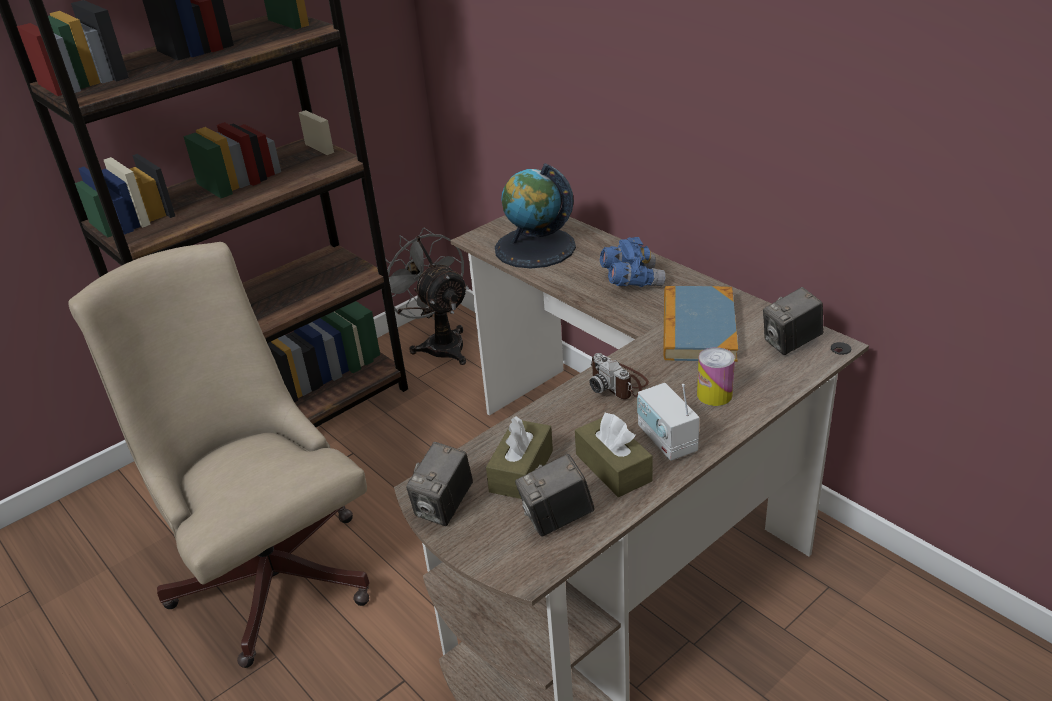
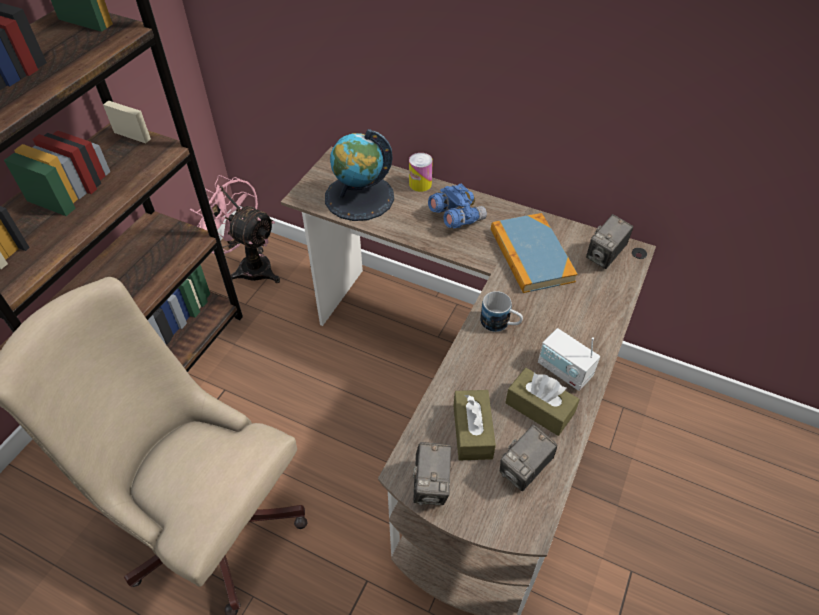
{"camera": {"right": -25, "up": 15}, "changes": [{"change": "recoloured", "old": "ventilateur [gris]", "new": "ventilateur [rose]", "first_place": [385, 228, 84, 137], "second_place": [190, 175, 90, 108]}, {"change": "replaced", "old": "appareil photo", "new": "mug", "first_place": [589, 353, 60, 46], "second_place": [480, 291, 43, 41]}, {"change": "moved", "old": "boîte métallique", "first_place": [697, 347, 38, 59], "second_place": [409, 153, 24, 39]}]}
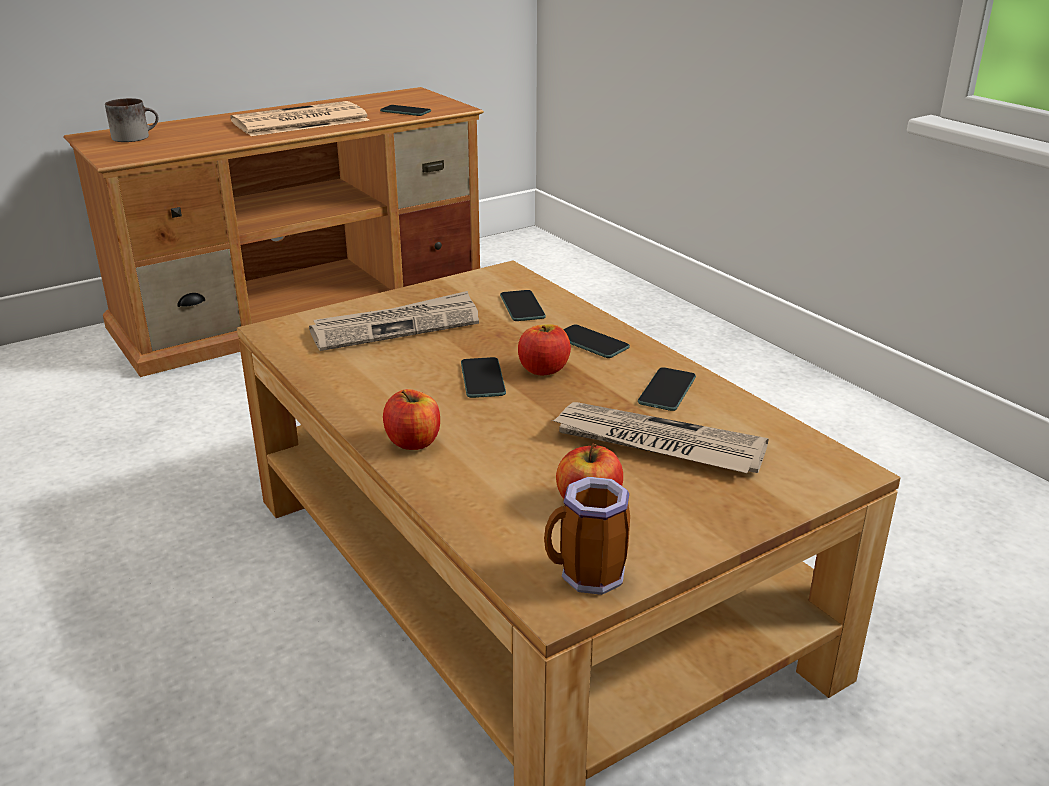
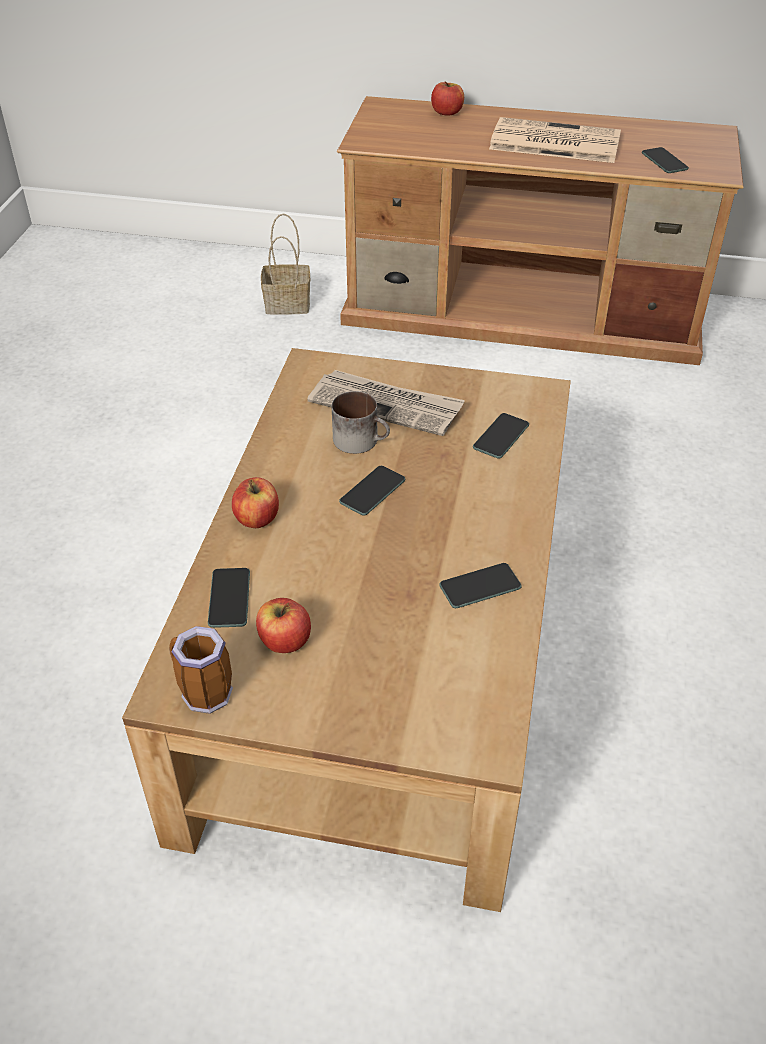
{"camera": {"right": 45, "up": 15}, "changes": [{"change": "moved", "old": "mug", "first_place": [105, 98, 54, 44], "second_place": [332, 391, 58, 63]}, {"change": "moved", "old": "pomme", "first_place": [518, 324, 53, 51], "second_place": [431, 81, 33, 34]}, {"change": "removed", "old": "journal", "first_place": [552, 402, 216, 71]}, {"change": "moved", "old": "téléphone", "first_place": [563, 325, 67, 33], "second_place": [208, 568, 42, 60]}, {"change": "added", "new": "panier", "second_place": [261, 214, 49, 101]}]}
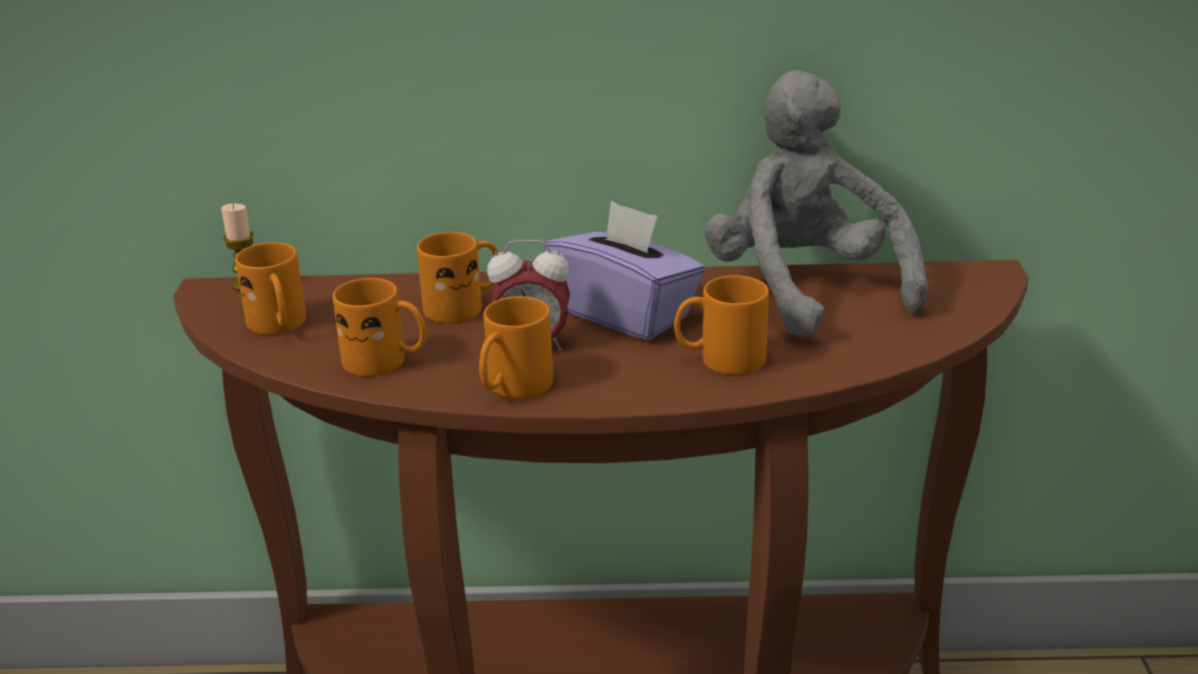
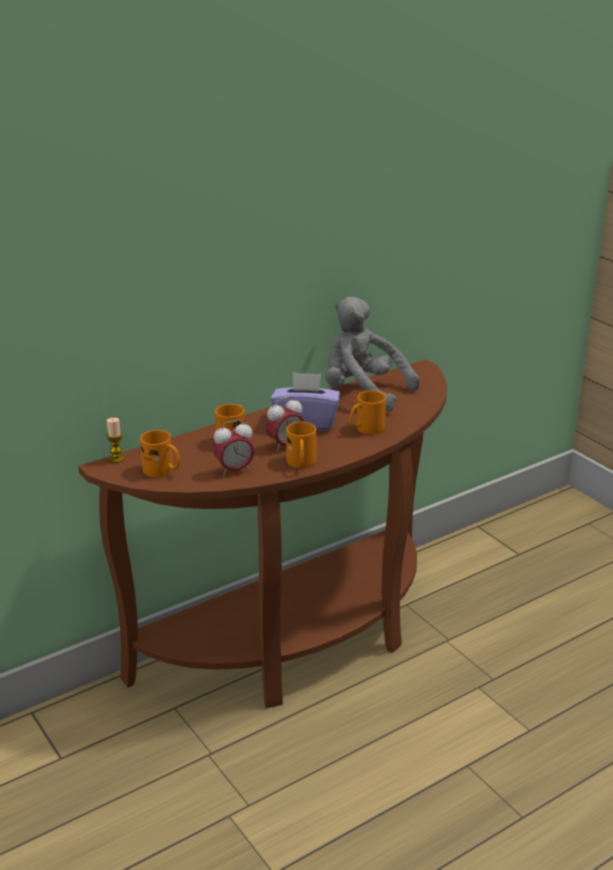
{"camera": {"right": -35, "up": 0}, "changes": [{"change": "replaced", "old": "mug [orange]", "new": "réveil", "first_place": [333, 278, 93, 98], "second_place": [213, 420, 42, 56]}]}
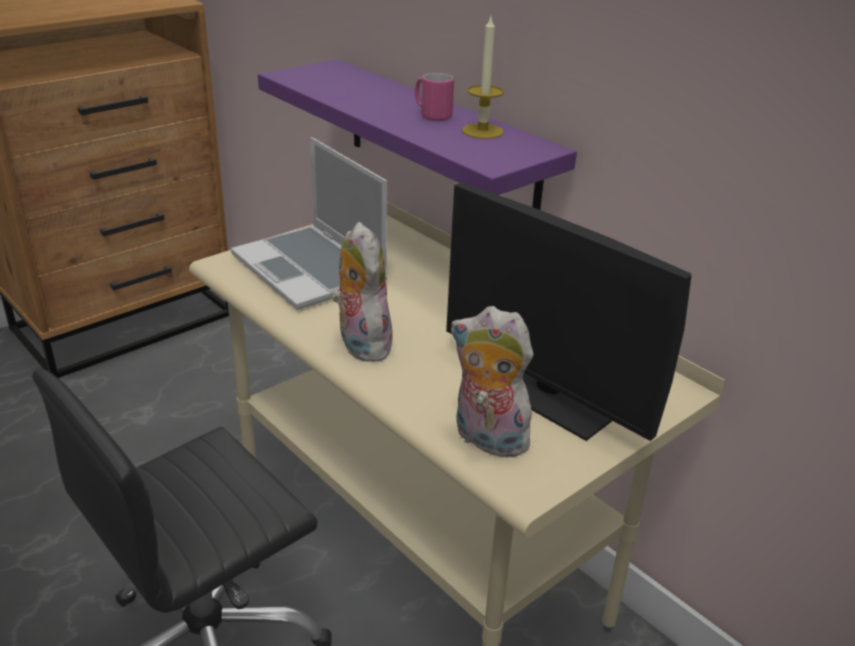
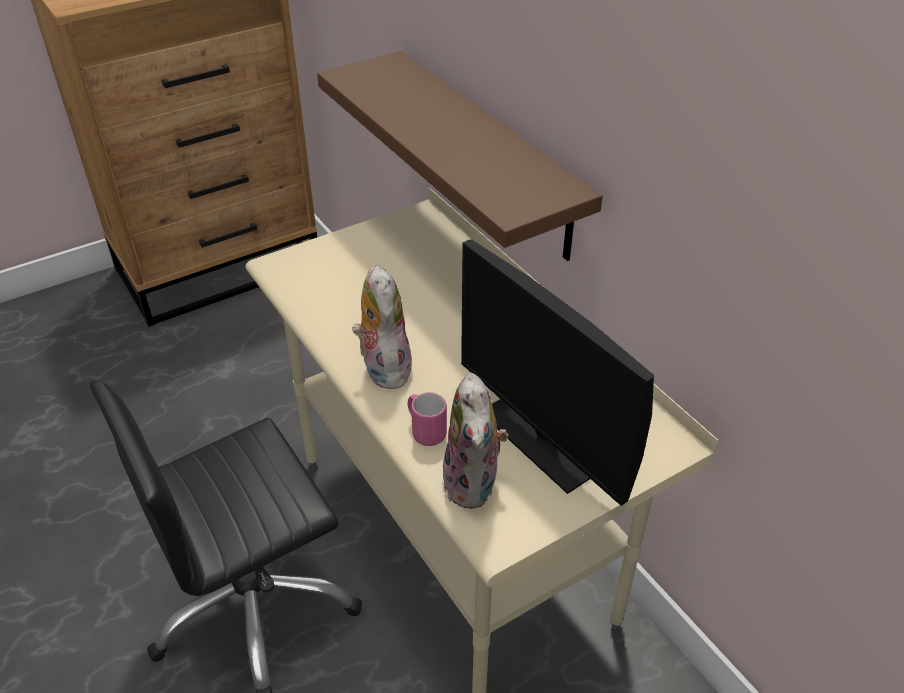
{"camera": {"right": 10, "up": 10}, "changes": [{"change": "removed", "old": "ordinateur portable", "first_place": [231, 137, 156, 173]}, {"change": "recoloured", "old": "étagère [violet]", "new": "étagère [marron]", "first_place": [258, 59, 319, 151], "second_place": [317, 51, 286, 210]}, {"change": "moved", "old": "mug [rose]", "first_place": [415, 73, 39, 48], "second_place": [408, 392, 39, 54]}, {"change": "turned", "old": "peluche", "first_place": [450, 306, 86, 151], "second_place": [442, 373, 67, 136], "degrees": -135}, {"change": "removed", "old": "bougie", "first_place": [462, 17, 42, 122]}]}
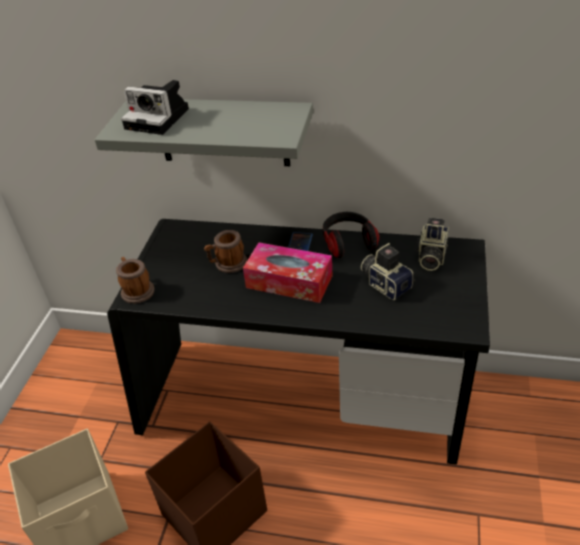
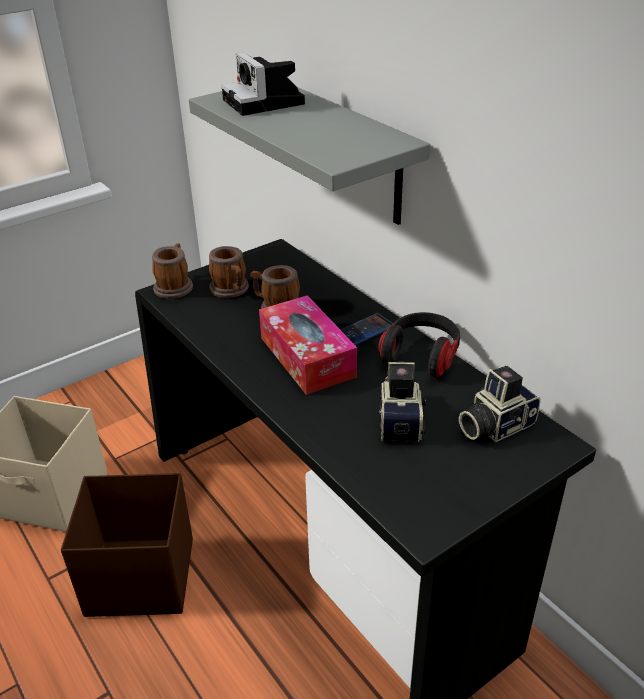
{"camera": {"right": 40, "up": -5}, "changes": [{"change": "added", "new": "mug", "second_place": [209, 246, 40, 52]}]}
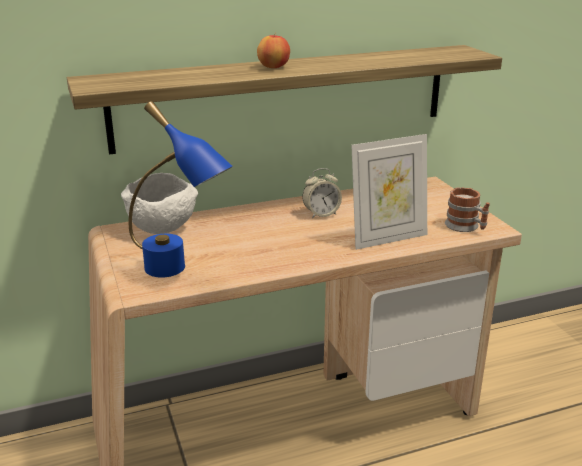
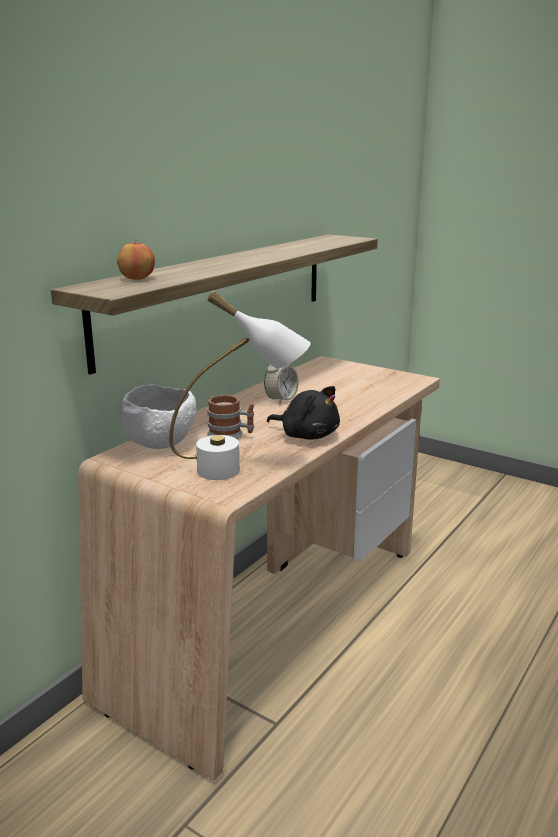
{"camera": {"right": -35, "up": -5}, "changes": [{"change": "recoloured", "old": "lampe de table [bleu]", "new": "lampe de table [blanc]", "first_place": [129, 101, 104, 177], "second_place": [169, 291, 142, 189]}, {"change": "moved", "old": "pomme", "first_place": [257, 33, 33, 35], "second_place": [117, 241, 38, 39]}, {"change": "removed", "old": "cadre photo", "first_place": [351, 134, 76, 116]}, {"change": "moved", "old": "mug", "first_place": [445, 187, 45, 45], "second_place": [207, 395, 47, 44]}, {"change": "added", "new": "peluche [noir]", "second_place": [267, 386, 73, 54]}]}
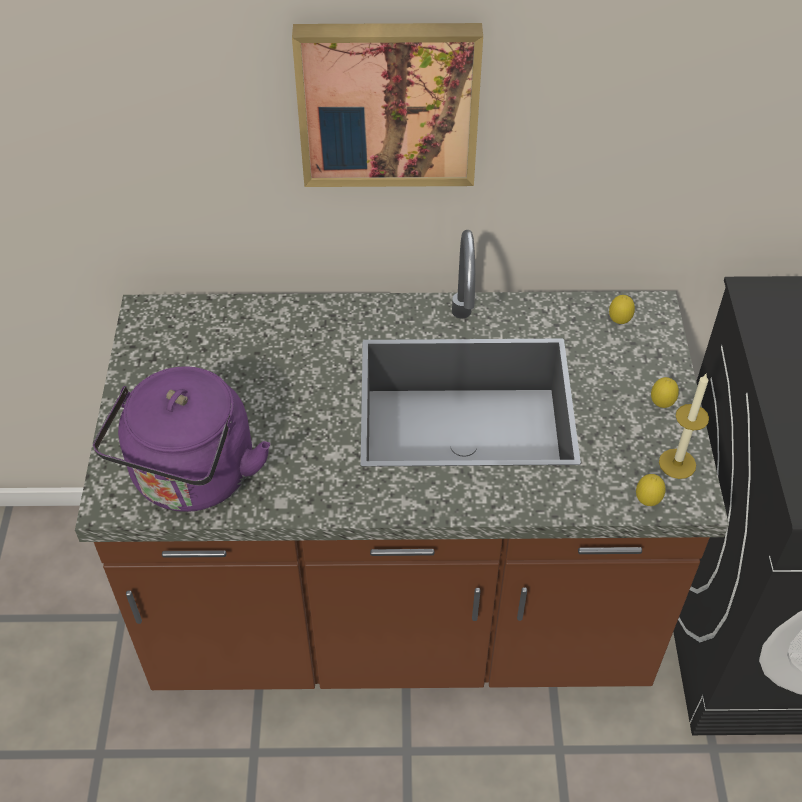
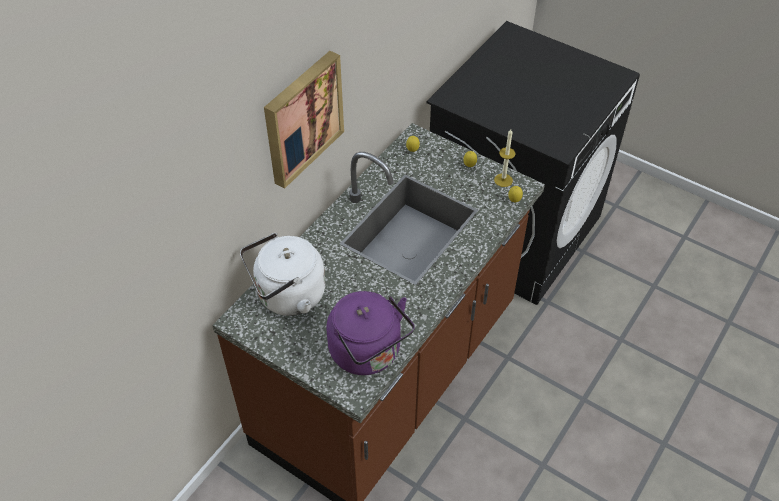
{"camera": {"right": -55, "up": 0}, "changes": [{"change": "added", "new": "bouilloire [blanc]", "second_place": [240, 233, 85, 83]}]}
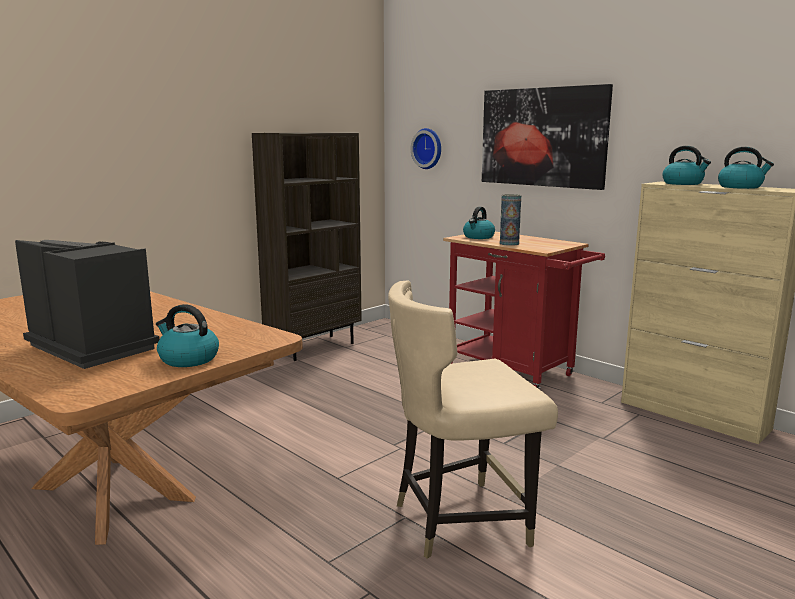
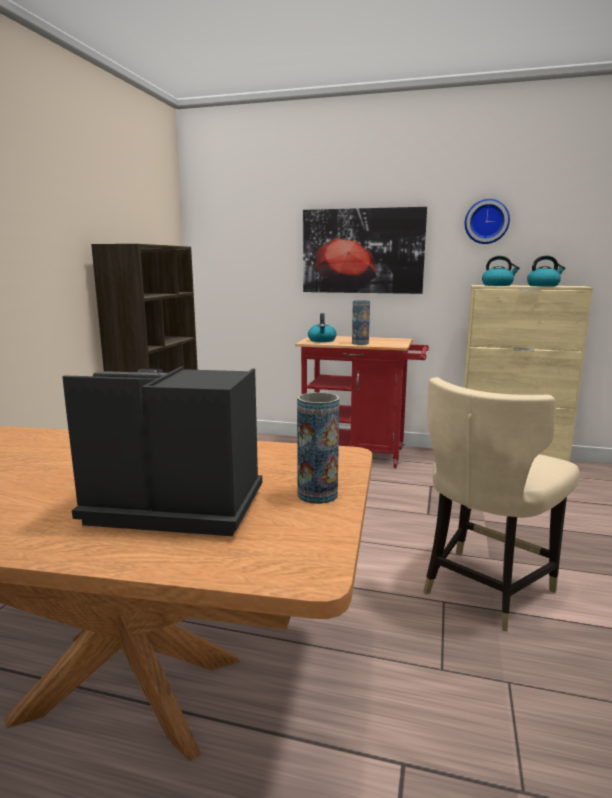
{"camera": {"right": -30, "up": 0}, "changes": [{"change": "replaced", "old": "bouilloire", "new": "vase", "first_place": [156, 304, 63, 63], "second_place": [297, 392, 42, 112]}, {"change": "moved", "old": "horloge murale", "first_place": [411, 128, 30, 41], "second_place": [465, 199, 45, 45]}]}
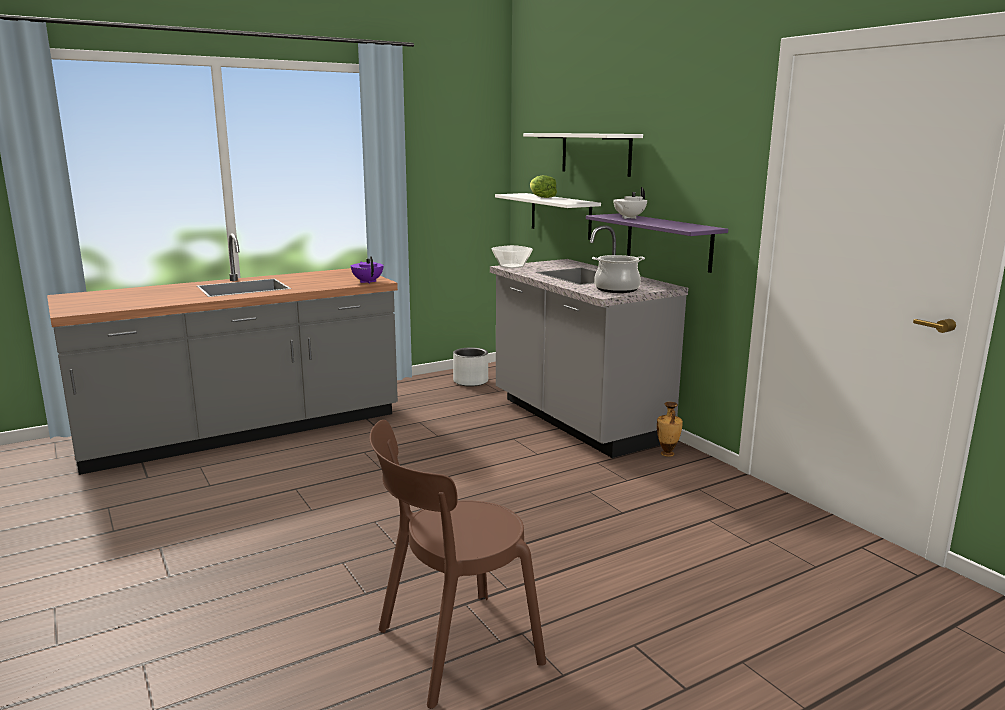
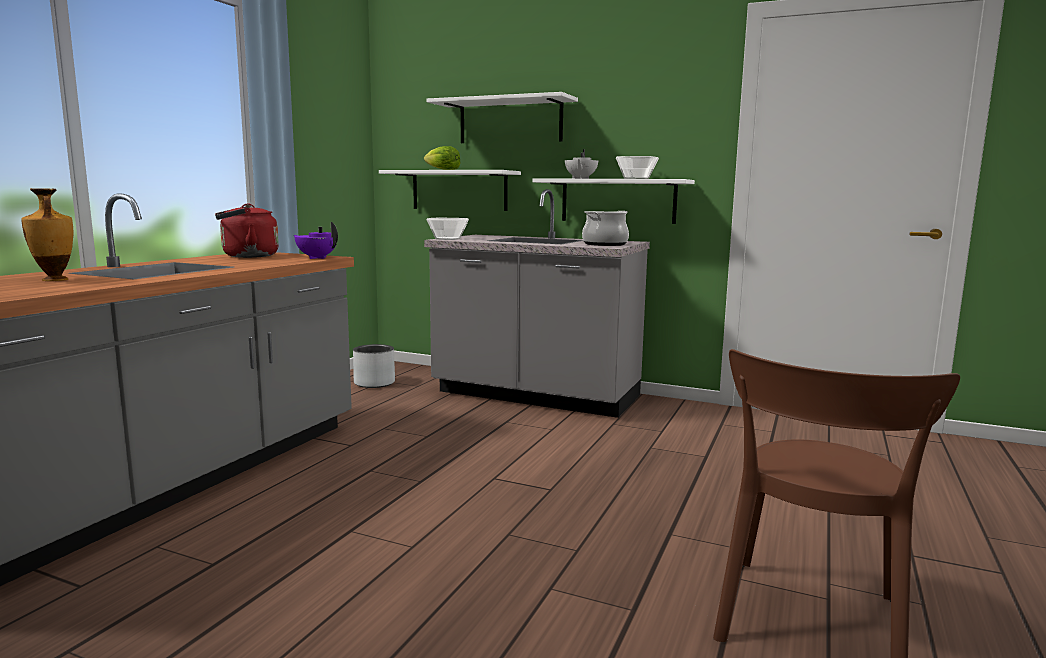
{"camera": {"right": -35, "up": -5}, "changes": [{"change": "recoloured", "old": "étagère [violet]", "new": "étagère [blanc]", "first_place": [586, 213, 142, 60], "second_place": [533, 178, 162, 46]}, {"change": "moved", "old": "vase", "first_place": [657, 402, 26, 55], "second_place": [21, 188, 52, 93]}, {"change": "added", "new": "bouilloire [rouge]", "second_place": [215, 204, 64, 54]}, {"change": "added", "new": "bol", "second_place": [616, 156, 43, 23]}]}
